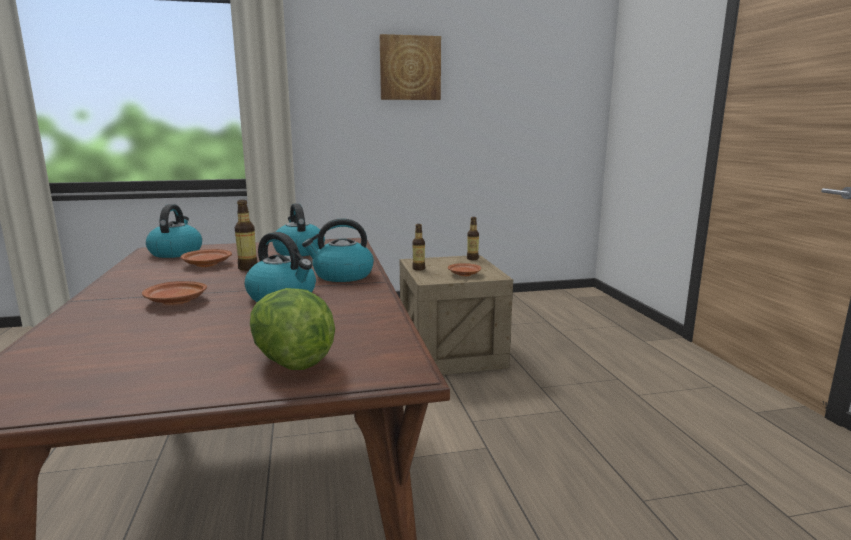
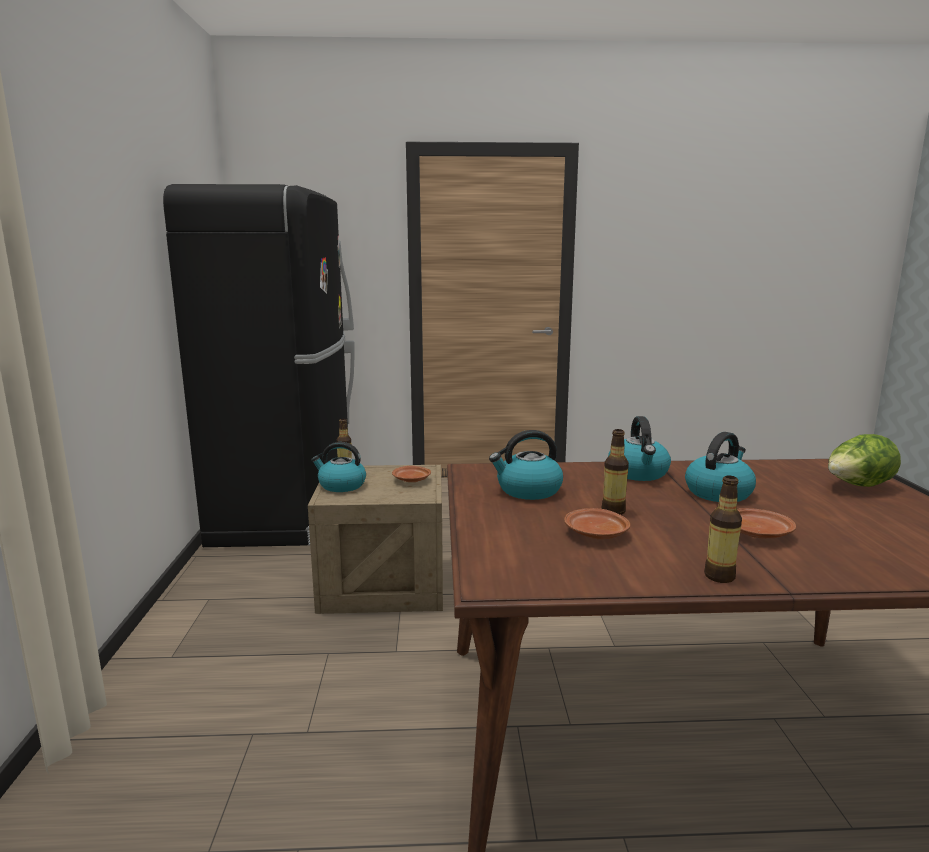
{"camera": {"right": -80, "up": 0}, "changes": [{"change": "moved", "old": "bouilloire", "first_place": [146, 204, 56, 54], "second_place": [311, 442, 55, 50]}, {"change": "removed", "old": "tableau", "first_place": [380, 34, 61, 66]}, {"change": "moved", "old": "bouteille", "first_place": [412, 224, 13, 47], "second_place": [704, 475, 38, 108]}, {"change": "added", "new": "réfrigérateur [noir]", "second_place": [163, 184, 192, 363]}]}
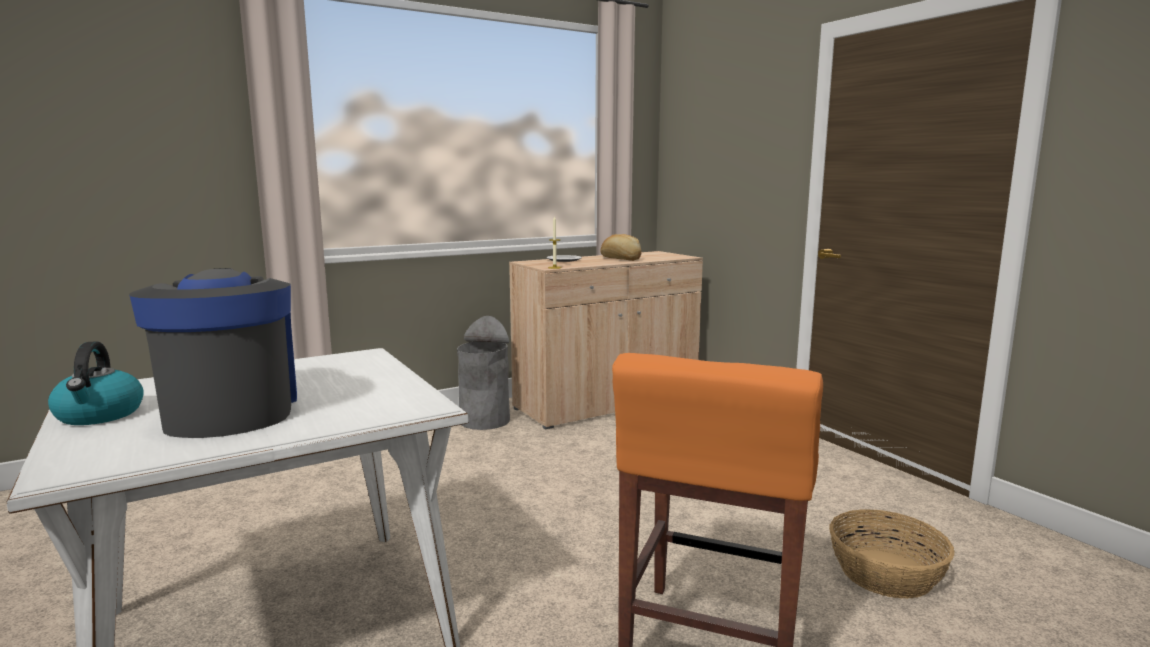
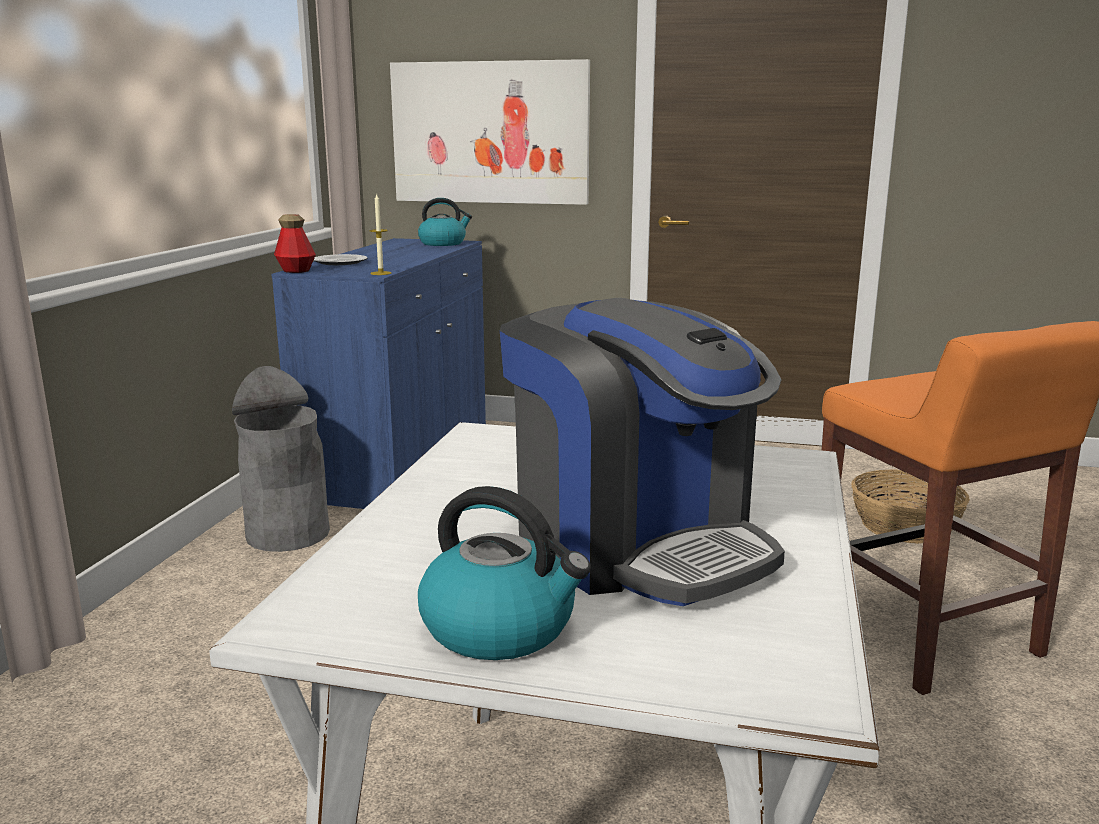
{"camera": {"right": -45, "up": 5}, "changes": [{"change": "turned", "old": "machine à café", "first_place": [129, 268, 168, 170], "second_place": [500, 298, 285, 308], "degrees": -150}, {"change": "recoloured", "old": "meuble de rangement [beige]", "new": "meuble de rangement [bleu]", "first_place": [509, 251, 194, 179], "second_place": [271, 238, 215, 271]}, {"change": "removed", "old": "pain", "first_place": [601, 234, 41, 27]}, {"change": "added", "new": "bouteille", "second_place": [274, 214, 42, 59]}, {"change": "added", "new": "tableau", "second_place": [390, 59, 200, 146]}, {"change": "added", "new": "bouilloire", "second_place": [418, 198, 54, 48]}]}
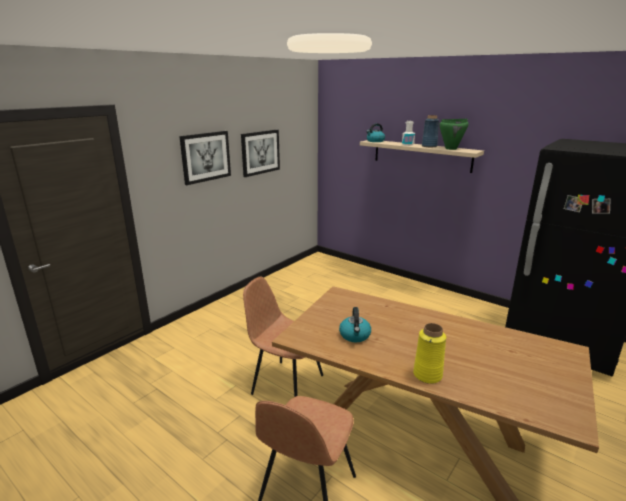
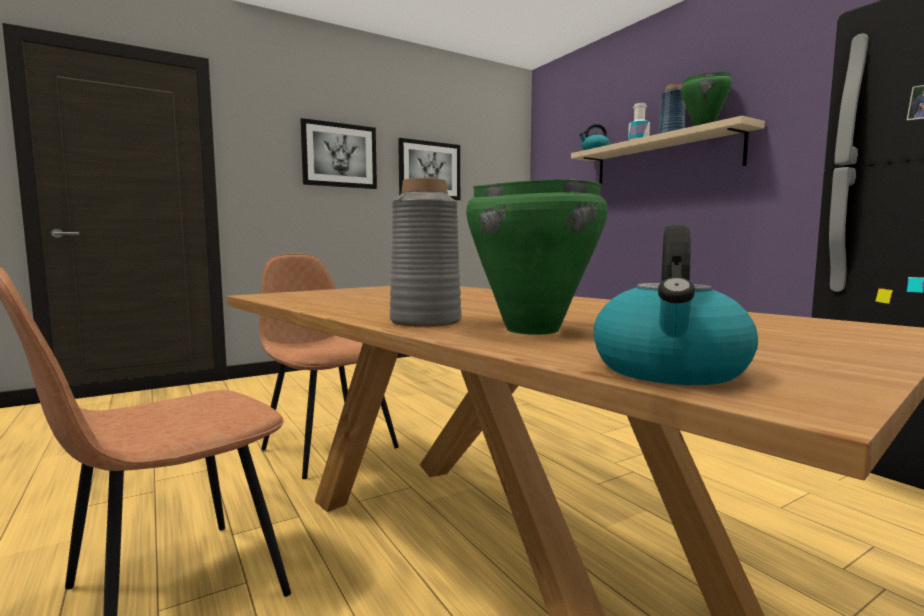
{"camera": {"right": 20, "up": -15}, "changes": [{"change": "moved", "old": "bouilloire", "first_place": [339, 307, 32, 35], "second_place": [594, 225, 164, 160]}, {"change": "recoloured", "old": "vase [jaune]", "new": "vase [gris]", "first_place": [413, 323, 33, 61], "second_place": [390, 178, 71, 149]}, {"change": "added", "new": "marmite [vert]", "second_place": [466, 179, 142, 156]}]}
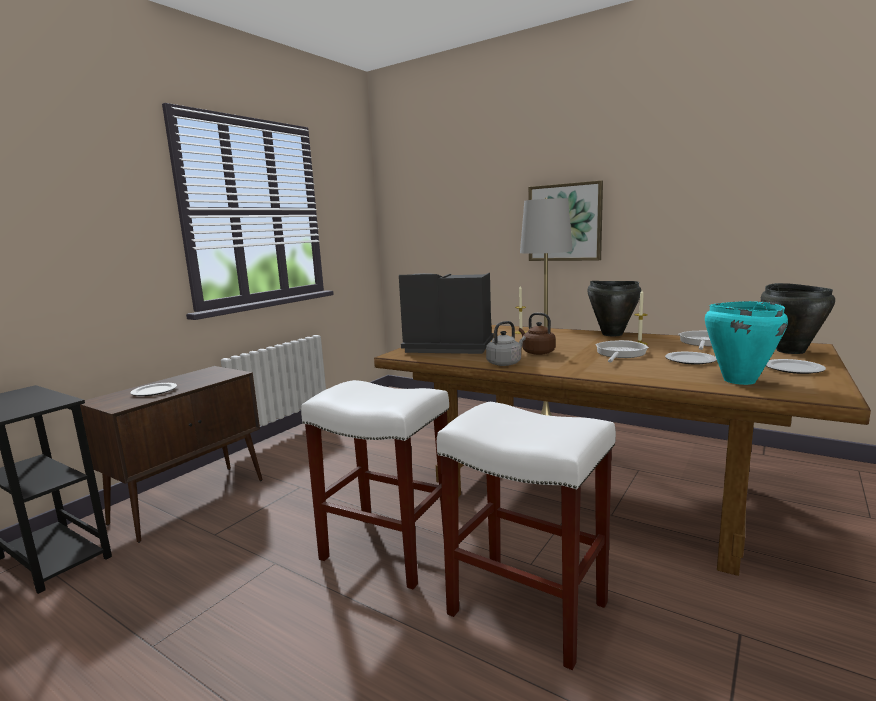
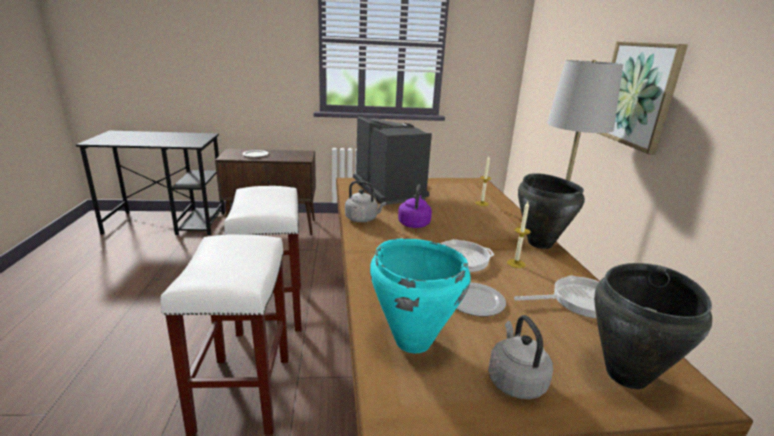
{"camera": {"right": 50, "up": 10}, "changes": [{"change": "recoloured", "old": "bouilloire [marron]", "new": "bouilloire [violet]", "first_place": [519, 313, 37, 42], "second_place": [398, 185, 34, 43]}, {"change": "replaced", "old": "assiette", "new": "bouilloire [gris]", "first_place": [766, 359, 60, 15], "second_place": [488, 315, 65, 84]}]}
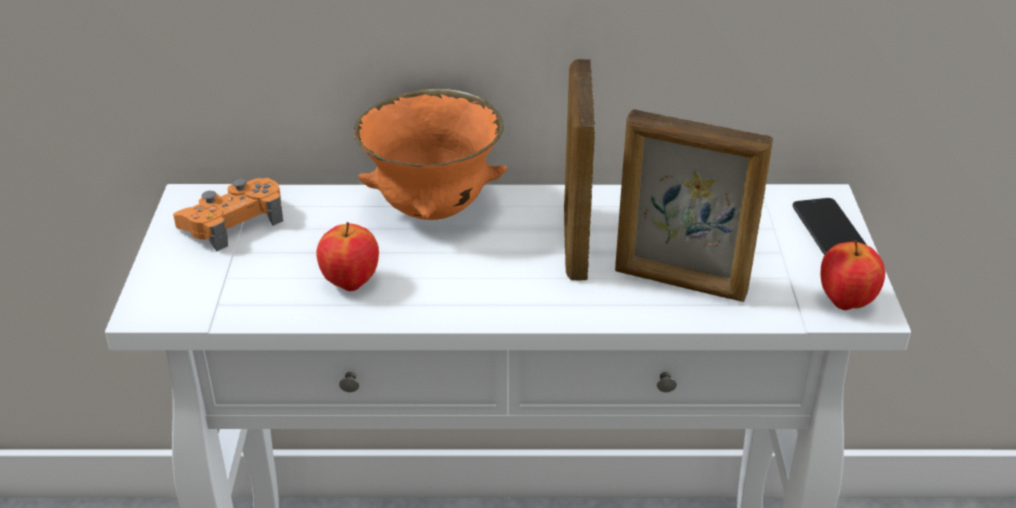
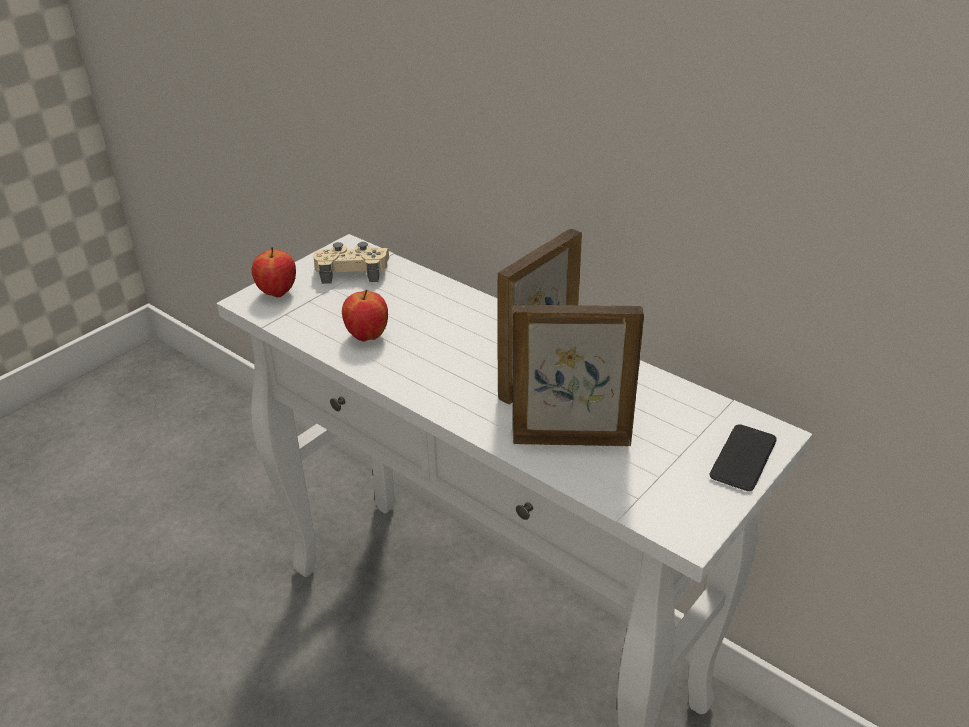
{"camera": {"right": 40, "up": 0}, "changes": [{"change": "recoloured", "old": "manette [orange]", "new": "manette [beige]", "first_place": [173, 178, 110, 74], "second_place": [313, 242, 76, 42]}, {"change": "removed", "old": "bol [orange]", "first_place": [354, 89, 153, 131]}, {"change": "turned", "old": "cadre photo", "first_place": [615, 109, 158, 193], "second_place": [513, 305, 131, 141], "degrees": 120}, {"change": "moved", "old": "pomme", "first_place": [821, 240, 64, 70], "second_place": [252, 247, 44, 50]}]}
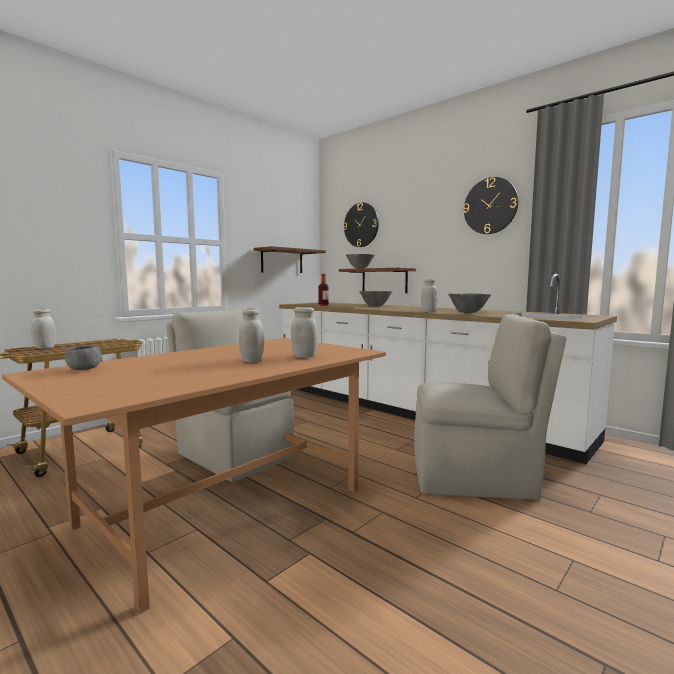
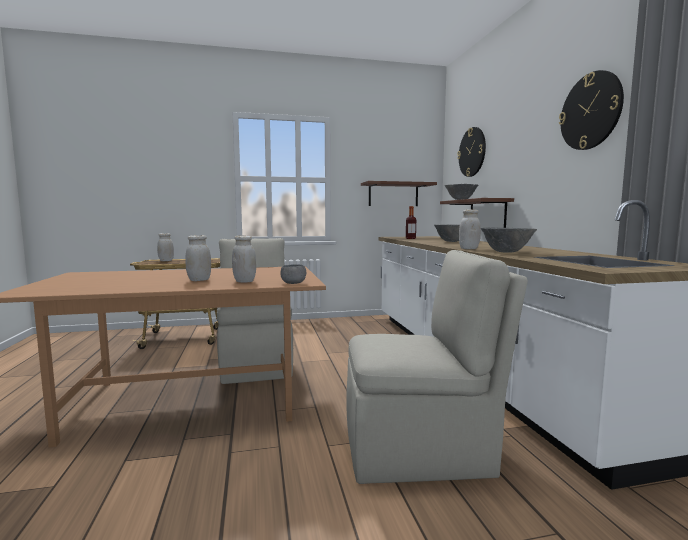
{"camera": {"right": 35, "up": 0}, "changes": [{"change": "moved", "old": "bol [gris]", "first_place": [64, 346, 38, 24], "second_place": [281, 264, 25, 20]}, {"change": "turned", "old": "chaise [beige]", "first_place": [414, 314, 153, 186], "second_place": [346, 250, 182, 234], "degrees": -45}]}
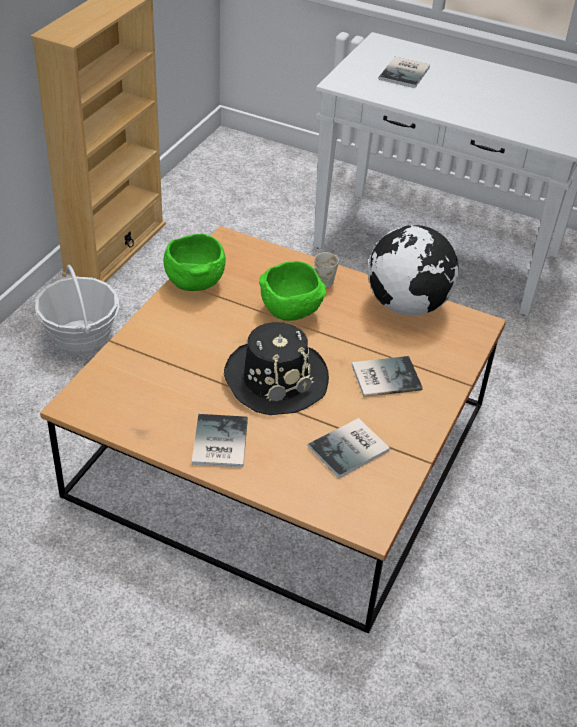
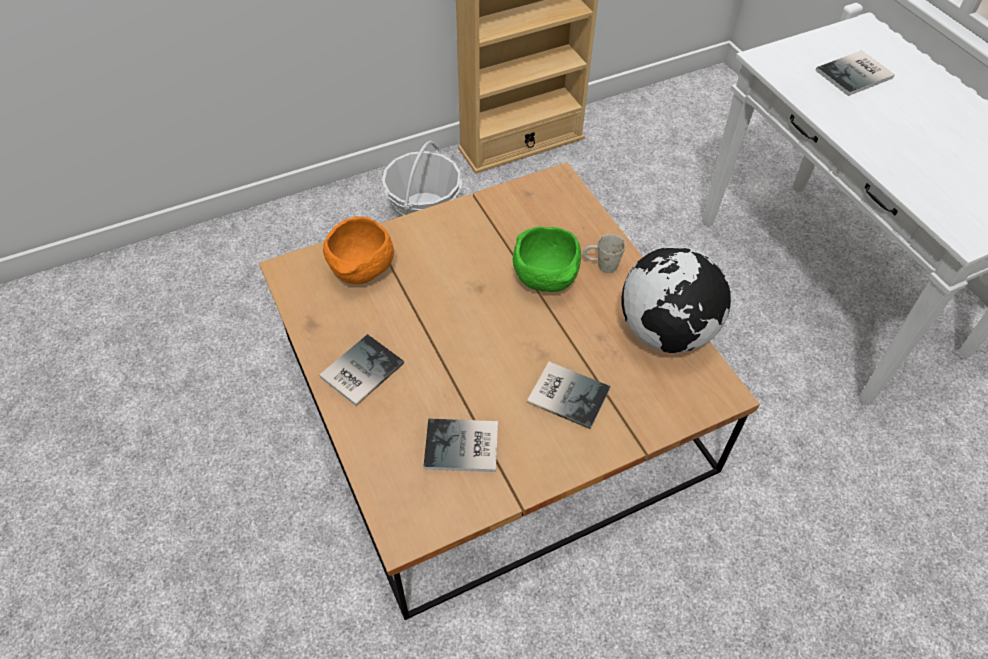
{"camera": {"right": 40, "up": 10}, "changes": [{"change": "removed", "old": "bol [vert]", "first_place": [164, 234, 62, 57]}, {"change": "removed", "old": "chapeau [noir]", "first_place": [224, 322, 105, 93]}, {"change": "added", "new": "bol [orange]", "second_place": [323, 216, 71, 68]}]}
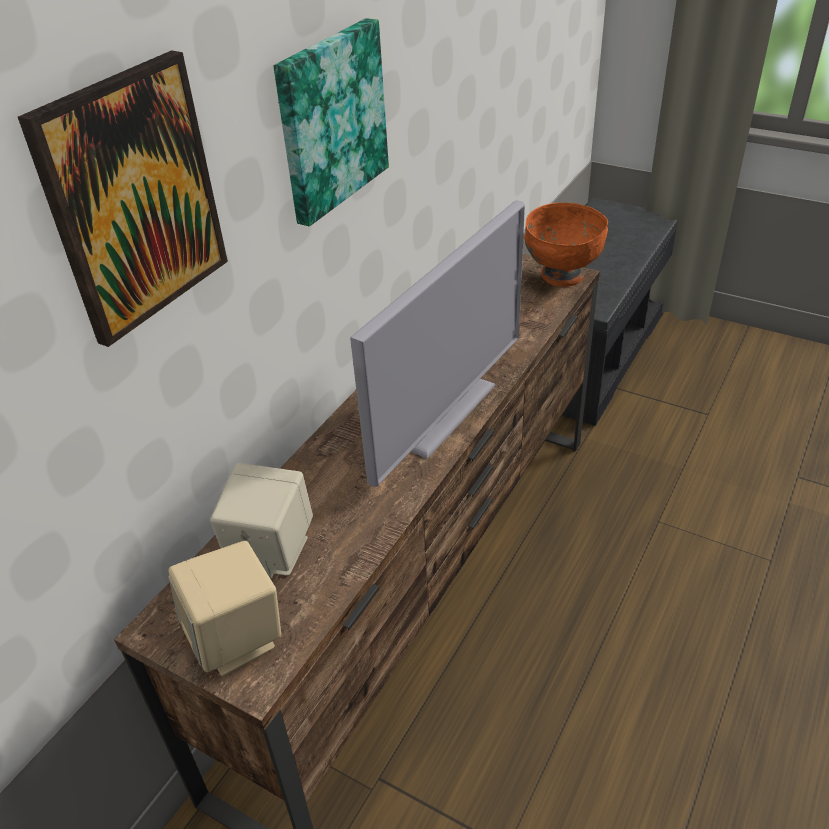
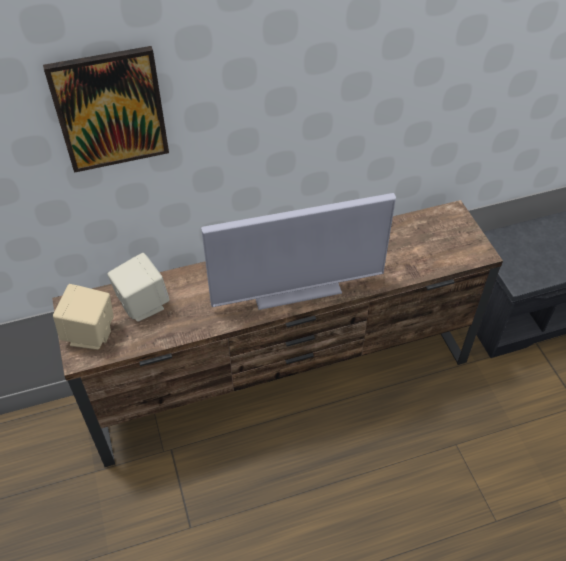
{"camera": {"right": 40, "up": 10}, "changes": [{"change": "removed", "old": "tableau", "first_place": [273, 18, 116, 208]}, {"change": "removed", "old": "bol [orange]", "first_place": [524, 203, 84, 84]}]}
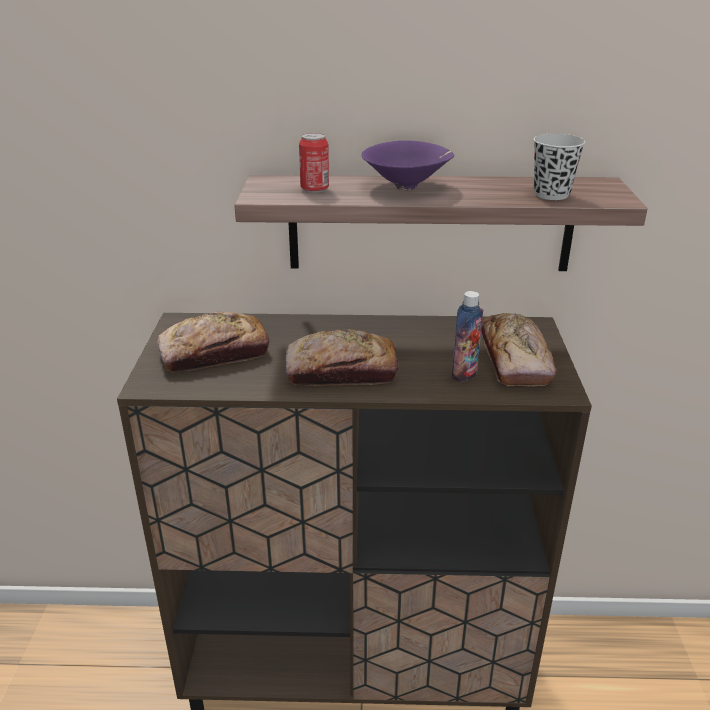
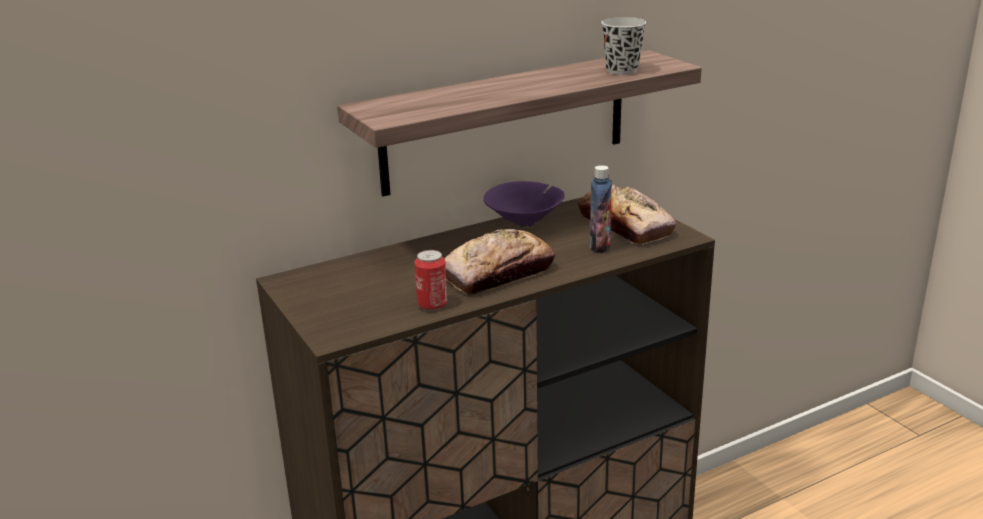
{"camera": {"right": -30, "up": -5}, "changes": [{"change": "removed", "old": "pain", "first_place": [157, 312, 112, 61]}, {"change": "moved", "old": "boîte métallique", "first_place": [299, 133, 30, 60], "second_place": [415, 250, 32, 61]}, {"change": "moved", "old": "bol [violet]", "first_place": [362, 140, 92, 50], "second_place": [484, 181, 81, 47]}]}
